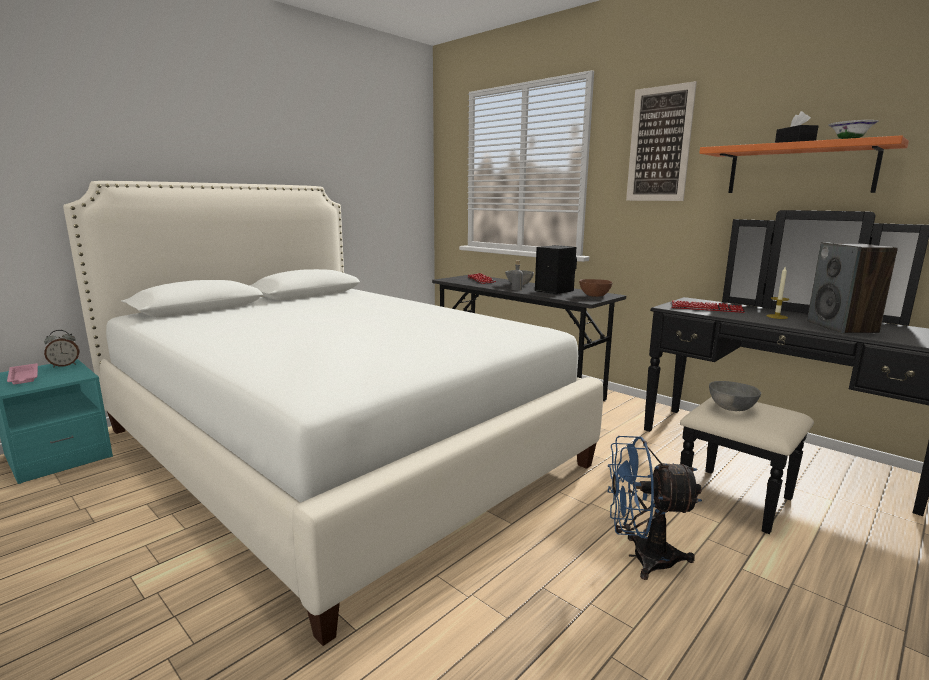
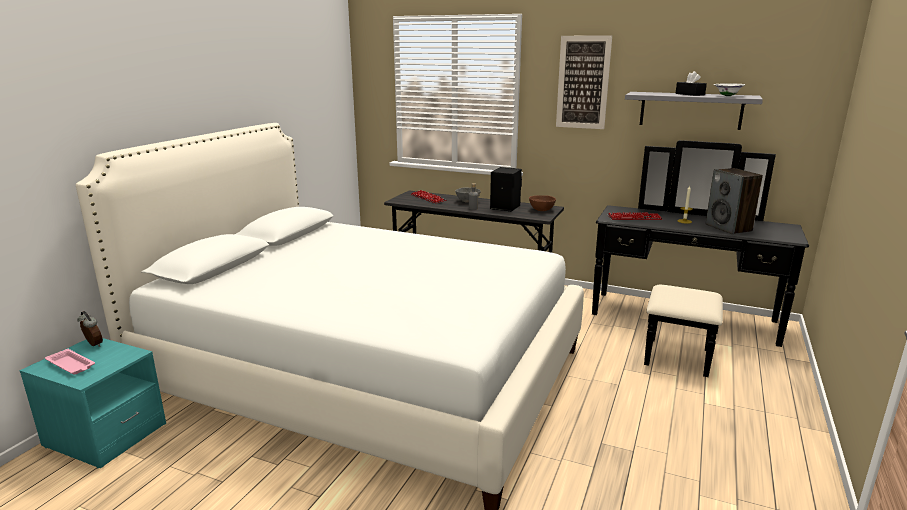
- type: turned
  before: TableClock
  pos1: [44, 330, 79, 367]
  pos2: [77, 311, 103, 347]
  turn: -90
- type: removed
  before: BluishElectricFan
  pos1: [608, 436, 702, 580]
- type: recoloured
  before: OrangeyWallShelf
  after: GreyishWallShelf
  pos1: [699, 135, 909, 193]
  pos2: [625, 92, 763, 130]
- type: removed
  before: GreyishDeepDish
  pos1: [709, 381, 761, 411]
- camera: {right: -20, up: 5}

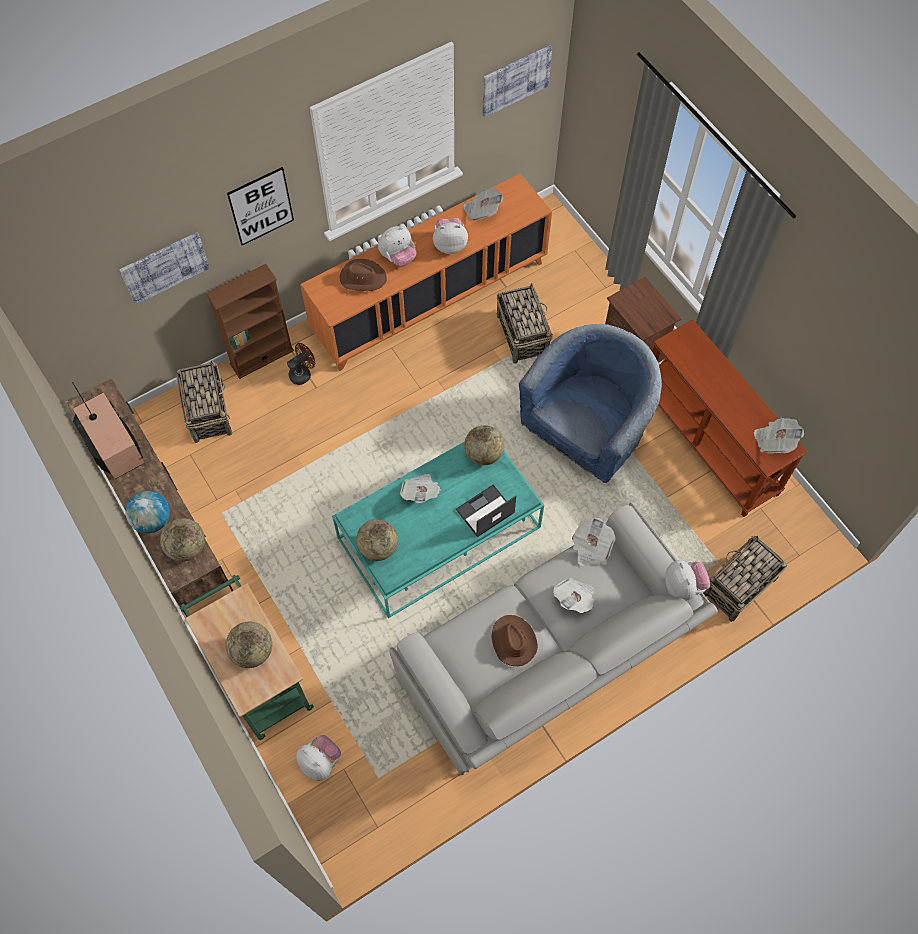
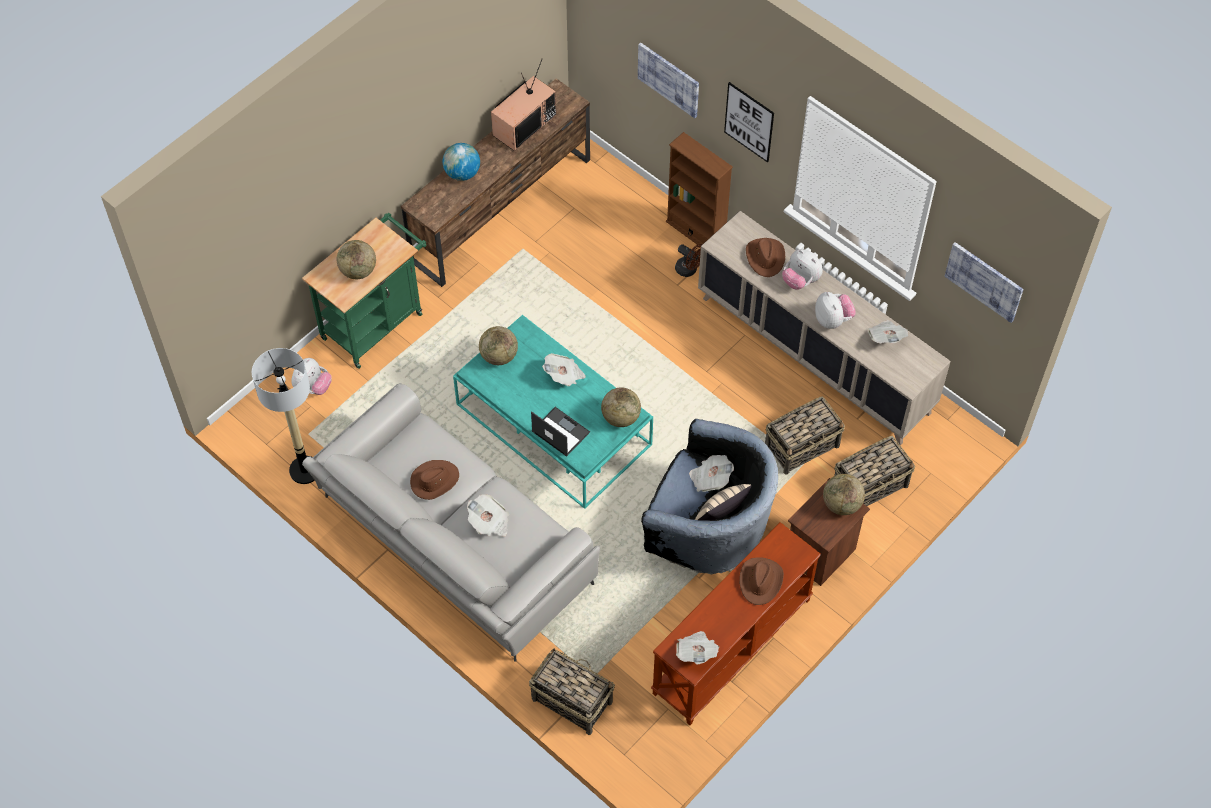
- type: moved
  before: DeskGlobe
  pos1: [160, 518, 205, 562]
  pos2: [823, 474, 865, 515]
- type: moved
  before: Basket
  pos1: [177, 360, 232, 443]
  pos2: [834, 436, 915, 506]
- type: recoloured
  before: OrangeyCupboard
  after: SandColouredCupboard
  pos1: [300, 174, 552, 371]
  pos2: [698, 211, 950, 446]
- type: recoloured
  before: BluishLoungeChair
  after: BlackishLoungeChair
  pos1: [519, 324, 662, 483]
  pos2: [641, 419, 778, 575]
- type: moved
  before: DailyPaper
  pos1: [572, 518, 615, 566]
  pos2: [689, 455, 734, 492]
- type: removed
  before: PlushToy
  pos1: [665, 560, 710, 601]
- type: added
  after: StandingLamp
  pos2: [252, 348, 315, 484]
- type: added
  after: SandColouredThrowPillow
  pos2: [695, 484, 751, 521]
- type: added
  after: BrownColouredHat
  pos2: [739, 557, 784, 605]
- camera: {right: 75, up: -5}

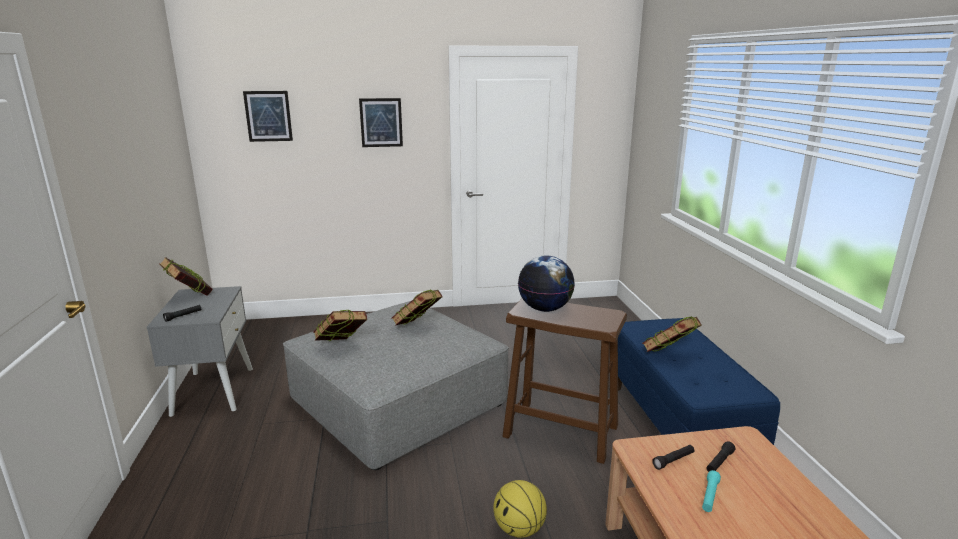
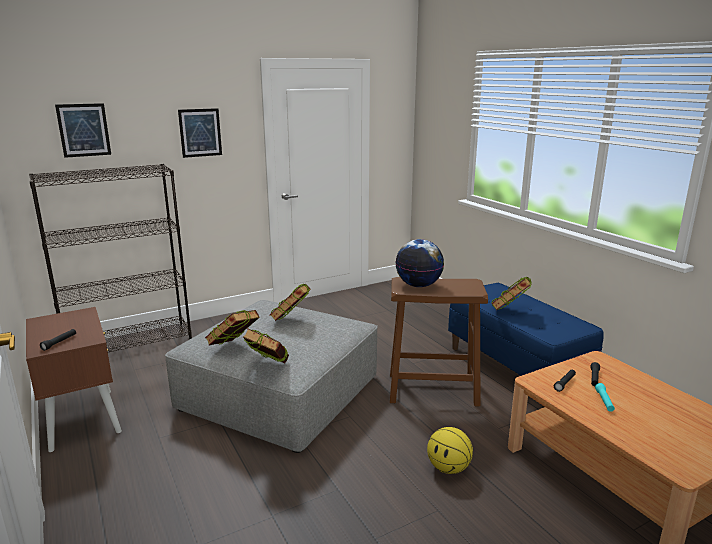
- type: recoloured
  before: GreyishBedsideTable
  after: BrownColouredBedsideTable
  pos1: [147, 286, 253, 417]
  pos2: [26, 307, 122, 452]
- type: moved
  before: Volume
  pos1: [159, 257, 213, 296]
  pos2: [243, 328, 289, 364]
- type: added
  after: BlackishBookcase
  pos2: [29, 164, 192, 352]
- camera: {right: -20, up: 0}

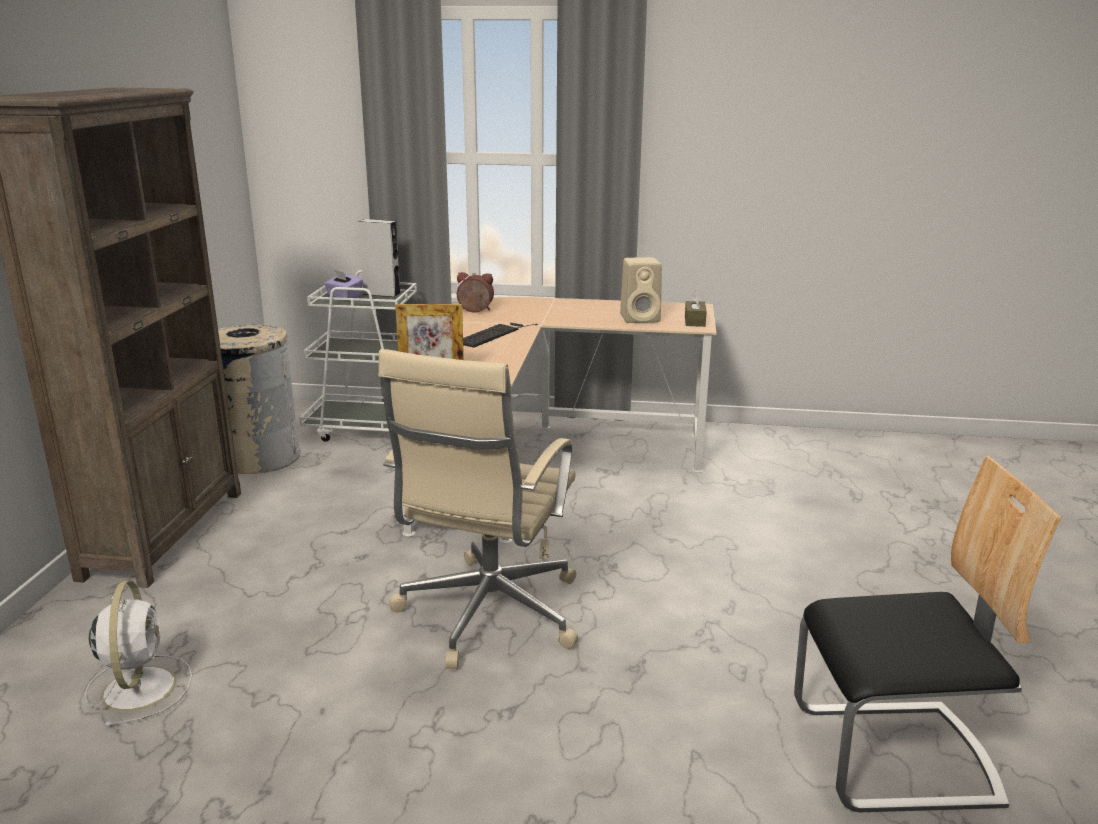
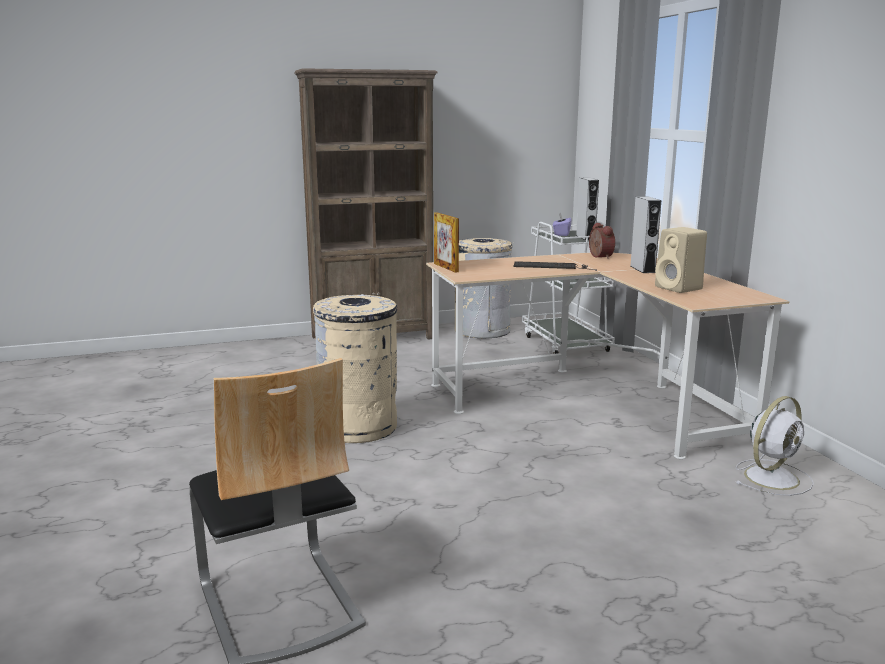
- type: moved
  before: WhiteElectricFan
  pos1: [85, 581, 192, 727]
  pos2: [735, 396, 814, 496]
- type: replaced
  before: SandColouredComputerChair
  after: SandColouredTrashCan
  pos1: [379, 349, 578, 669]
  pos2: [313, 294, 397, 443]
- type: removed
  before: BrownColouredTissueBox
  pos1: [685, 291, 707, 327]
- type: added
  after: GreyishSpeaker
  pos2: [630, 196, 661, 273]
- camera: {right: 65, up: -5}

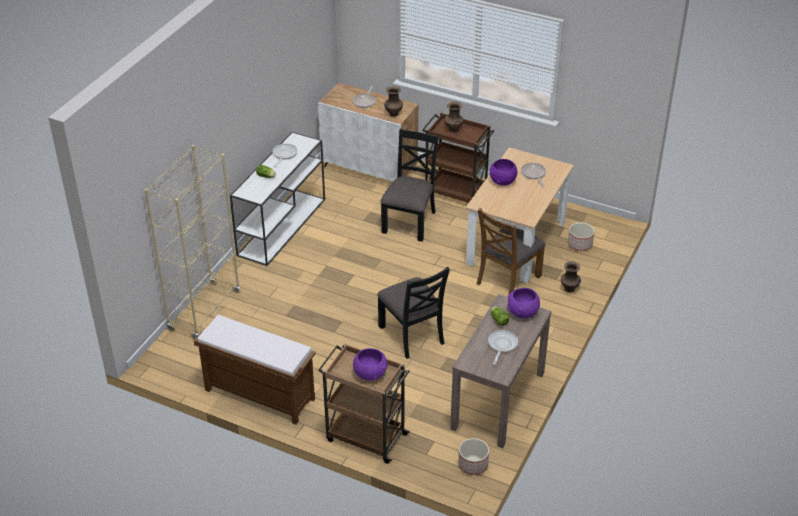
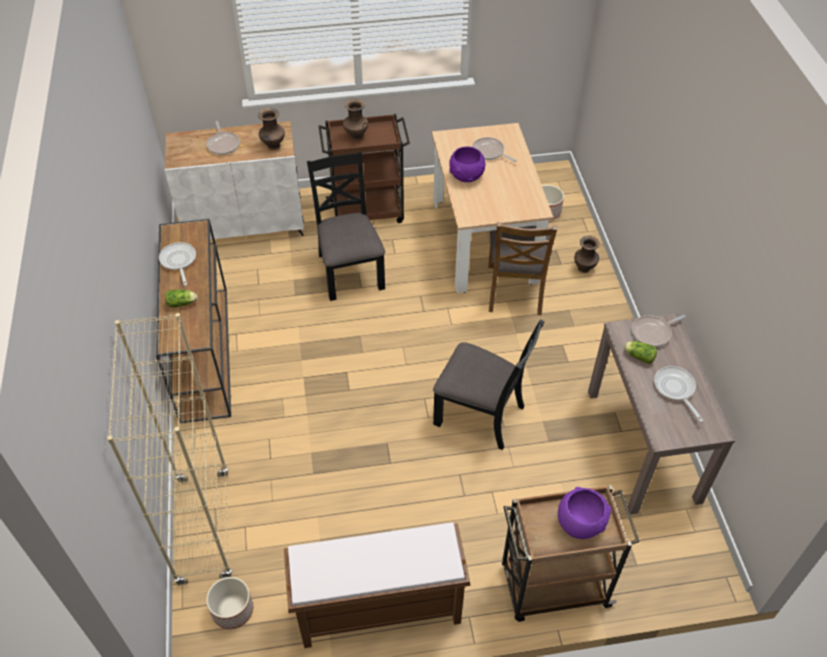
- type: recoloured
  before: WhiteHallTable
  after: BrownColouredHallTable
  pos1: [230, 132, 325, 266]
  pos2: [156, 219, 231, 424]
- type: moved
  before: PlantPot
  pos1: [458, 438, 489, 475]
  pos2: [206, 577, 253, 629]
- type: replaced
  before: PurpleDeepDish
  after: Pan
  pos1: [508, 288, 540, 318]
  pos2: [632, 315, 686, 347]
- camera: {right: -35, up: 10}

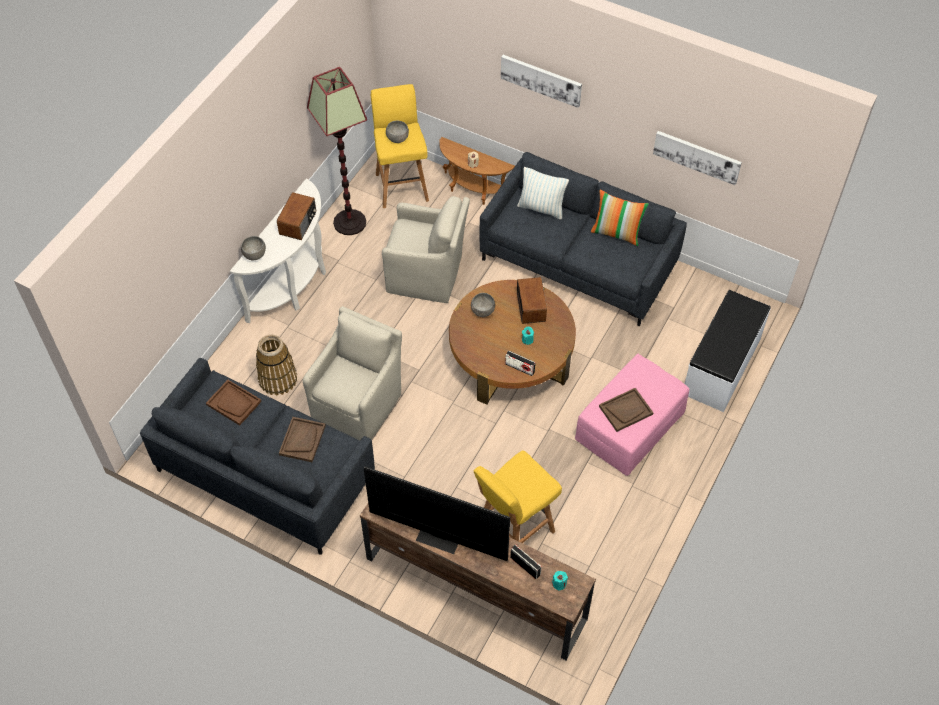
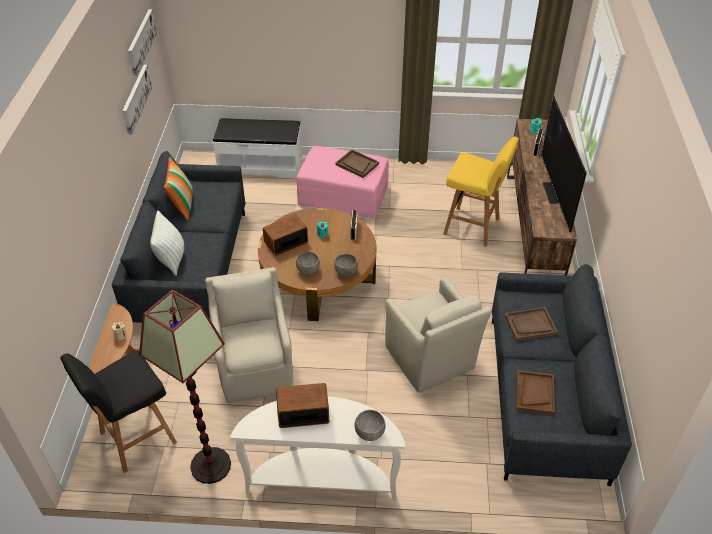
- type: removed
  before: Basket
  pos1: [256, 335, 297, 395]
- type: turned
  before: SandColouredLoungeChair
  pos1: [303, 306, 402, 441]
  pos2: [385, 277, 492, 393]
  turn: -120
- type: recoloured
  before: YellowishStool
  after: BlackishStool
  pos1: [371, 84, 429, 208]
  pos2: [60, 350, 177, 473]
- type: moved
  before: GreyishDeepDish
  pos1: [386, 121, 409, 143]
  pos2: [334, 254, 358, 276]
- type: moved
  before: Picture
  pos1: [501, 55, 582, 108]
  pos2: [128, 9, 157, 76]
- camera: {right: -115, up: -10}

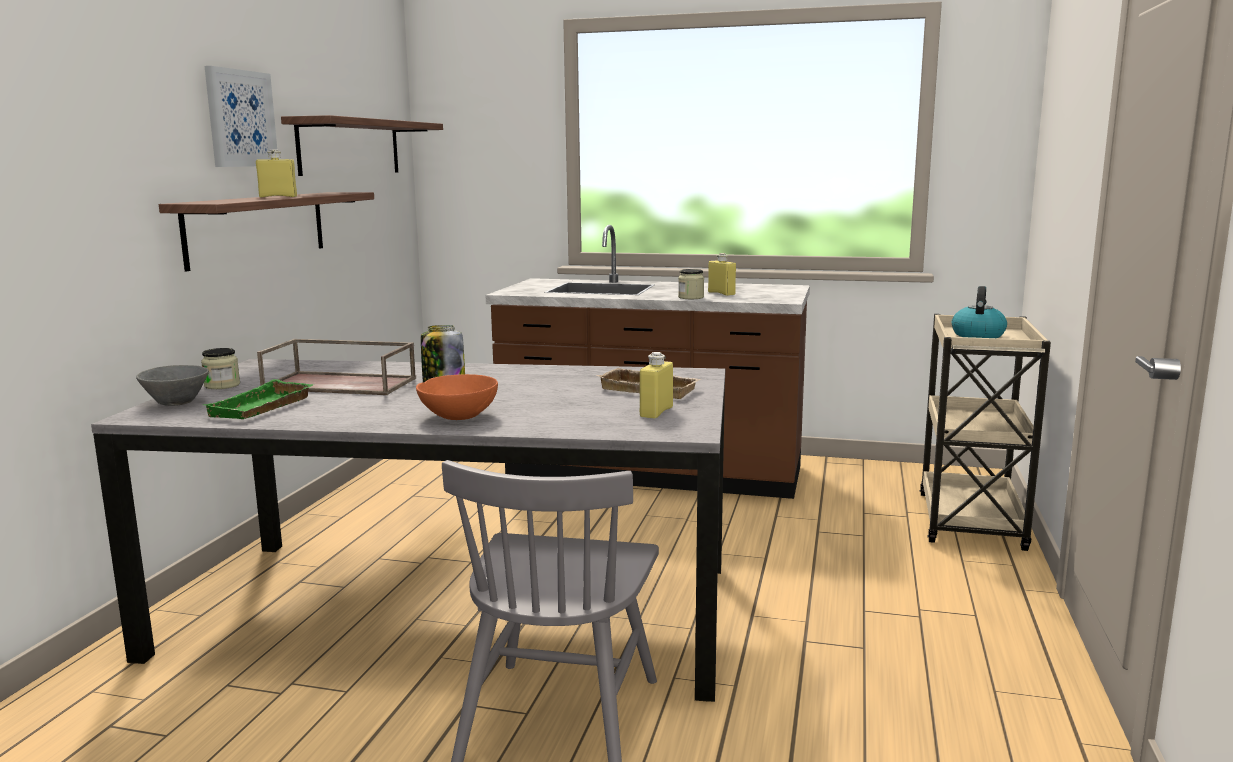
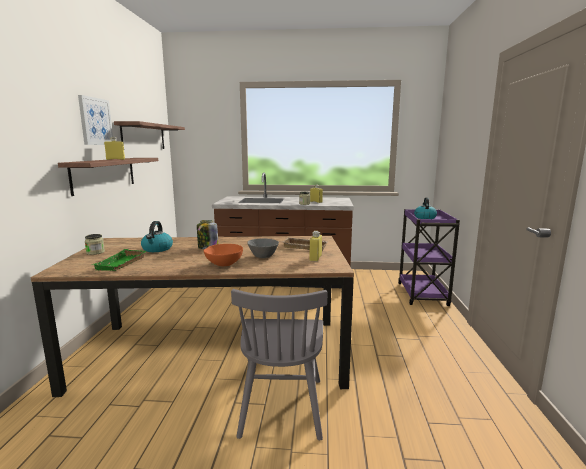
- type: recoloured
  before: GreyishDinnerTable
  after: BrownColouredDinnerTable
  pos1: [91, 359, 725, 702]
  pos2: [30, 236, 354, 397]
- type: moved
  before: GreyishDeepDish
  pos1: [136, 365, 209, 406]
  pos2: [247, 238, 279, 258]
- type: replaced
  before: BrownColouredTray
  after: TeaKettle
  pos1: [257, 339, 416, 395]
  pos2: [141, 221, 173, 252]
- type: recoloured
  before: SandColouredCart
  after: PurpleCart
  pos1: [920, 314, 1051, 551]
  pos2: [398, 209, 460, 306]
- camera: {right: -10, up: 0}

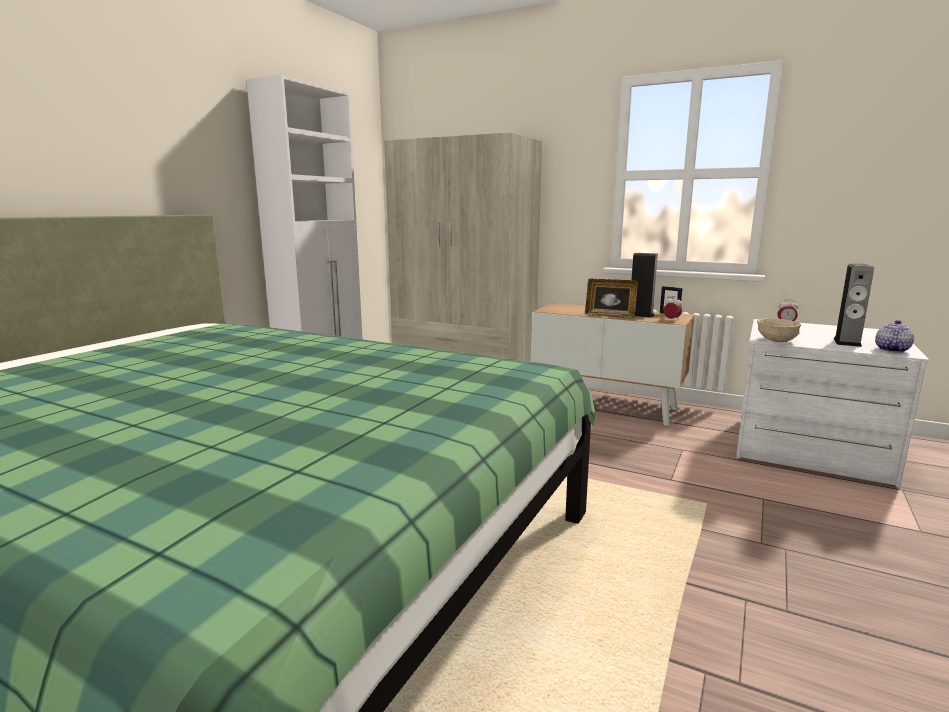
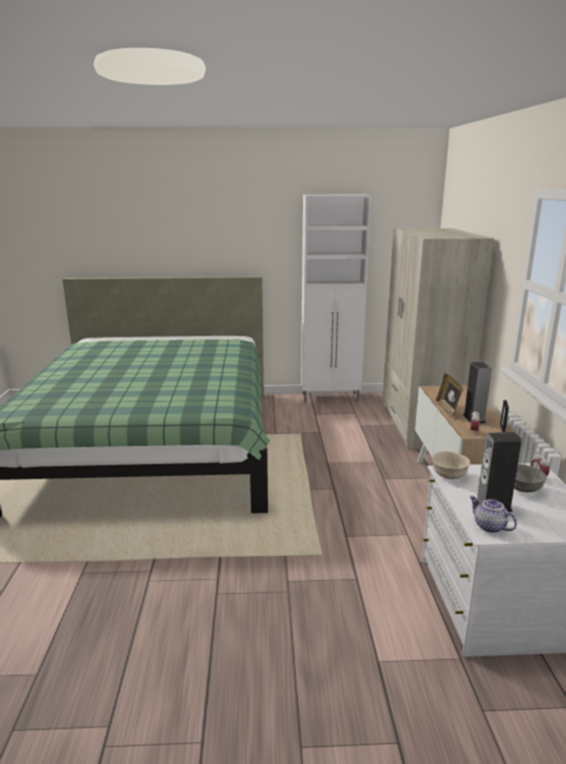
- type: turned
  before: PotForTea
  pos1: [875, 320, 914, 353]
  pos2: [469, 496, 517, 533]
  turn: -135
- type: added
  after: GreyishDeepDish
  pos2: [514, 464, 547, 492]
- camera: {right: 60, up: 5}

